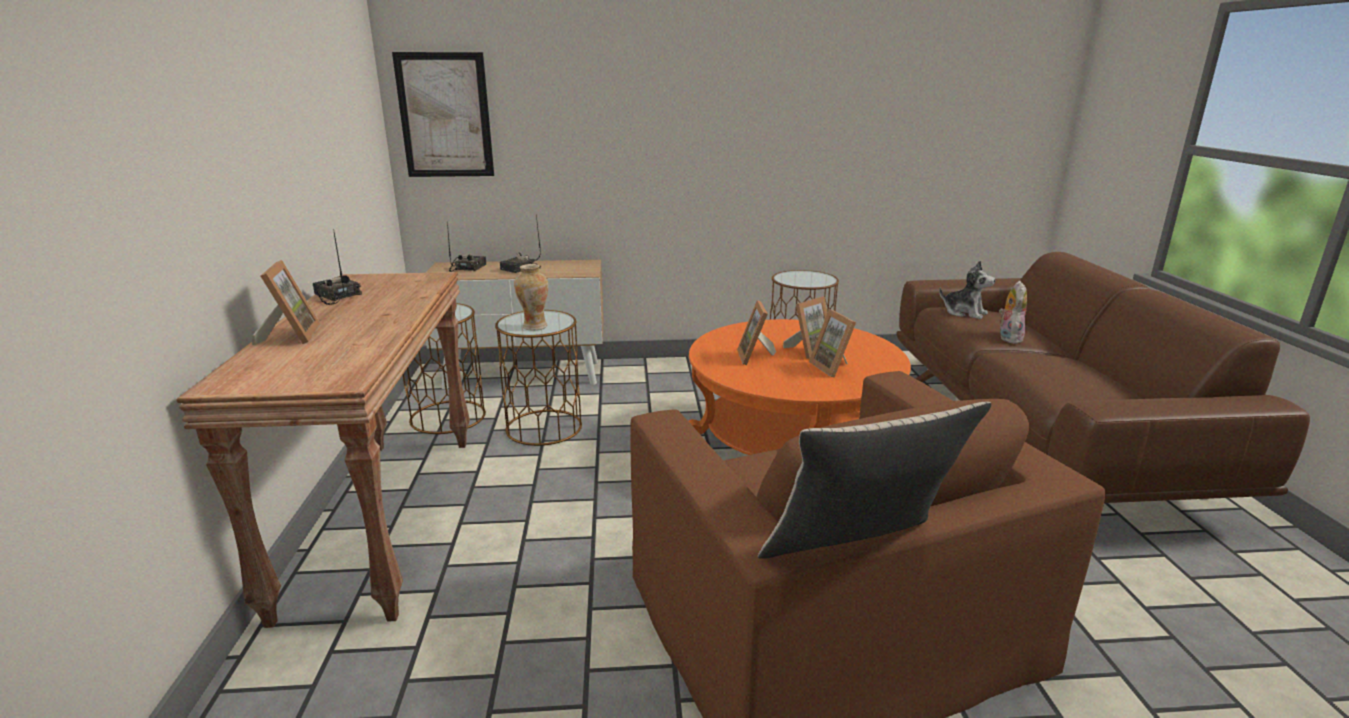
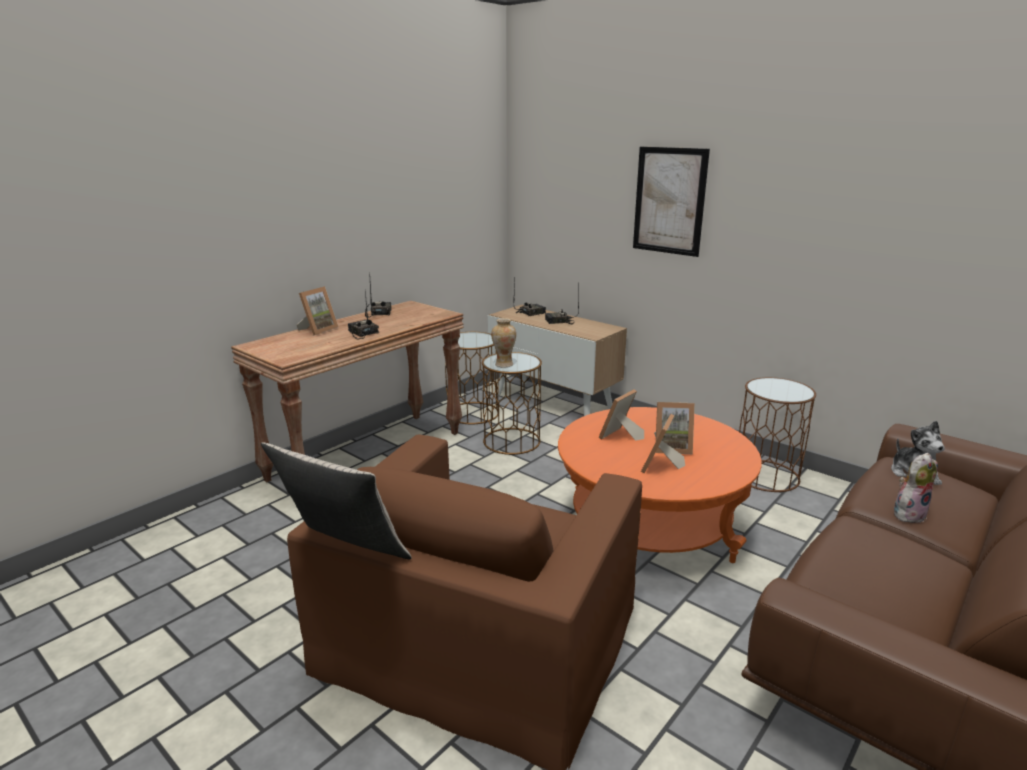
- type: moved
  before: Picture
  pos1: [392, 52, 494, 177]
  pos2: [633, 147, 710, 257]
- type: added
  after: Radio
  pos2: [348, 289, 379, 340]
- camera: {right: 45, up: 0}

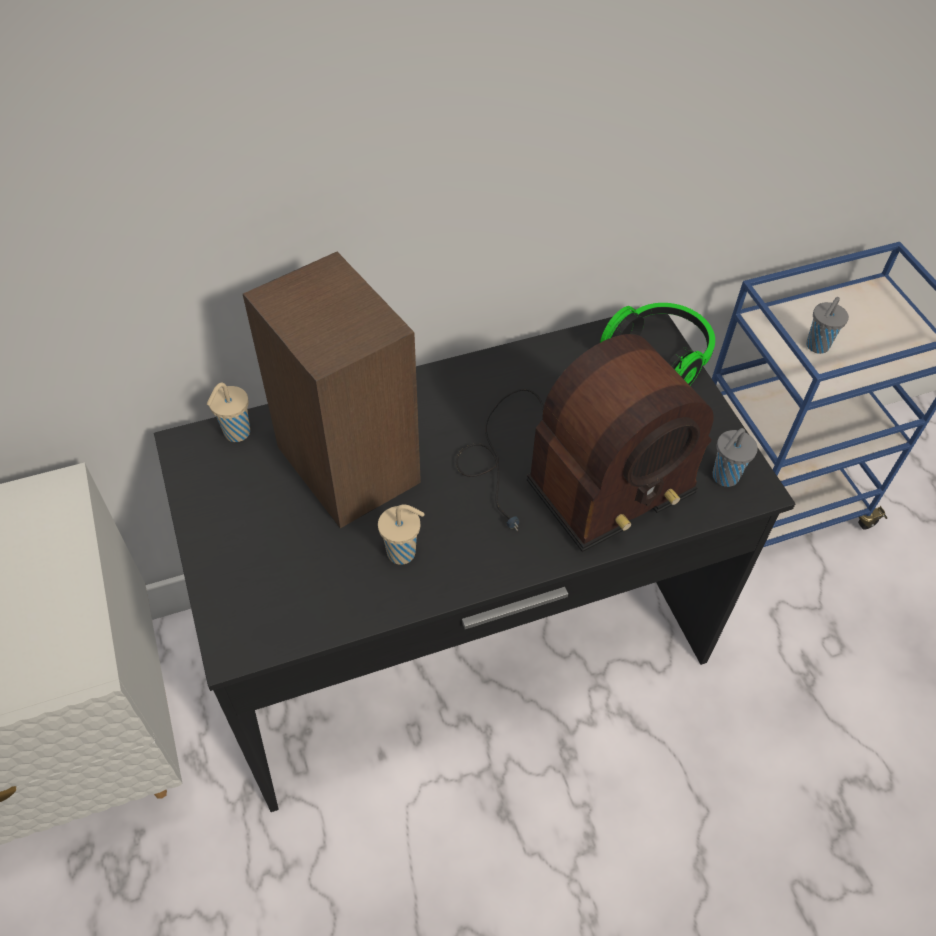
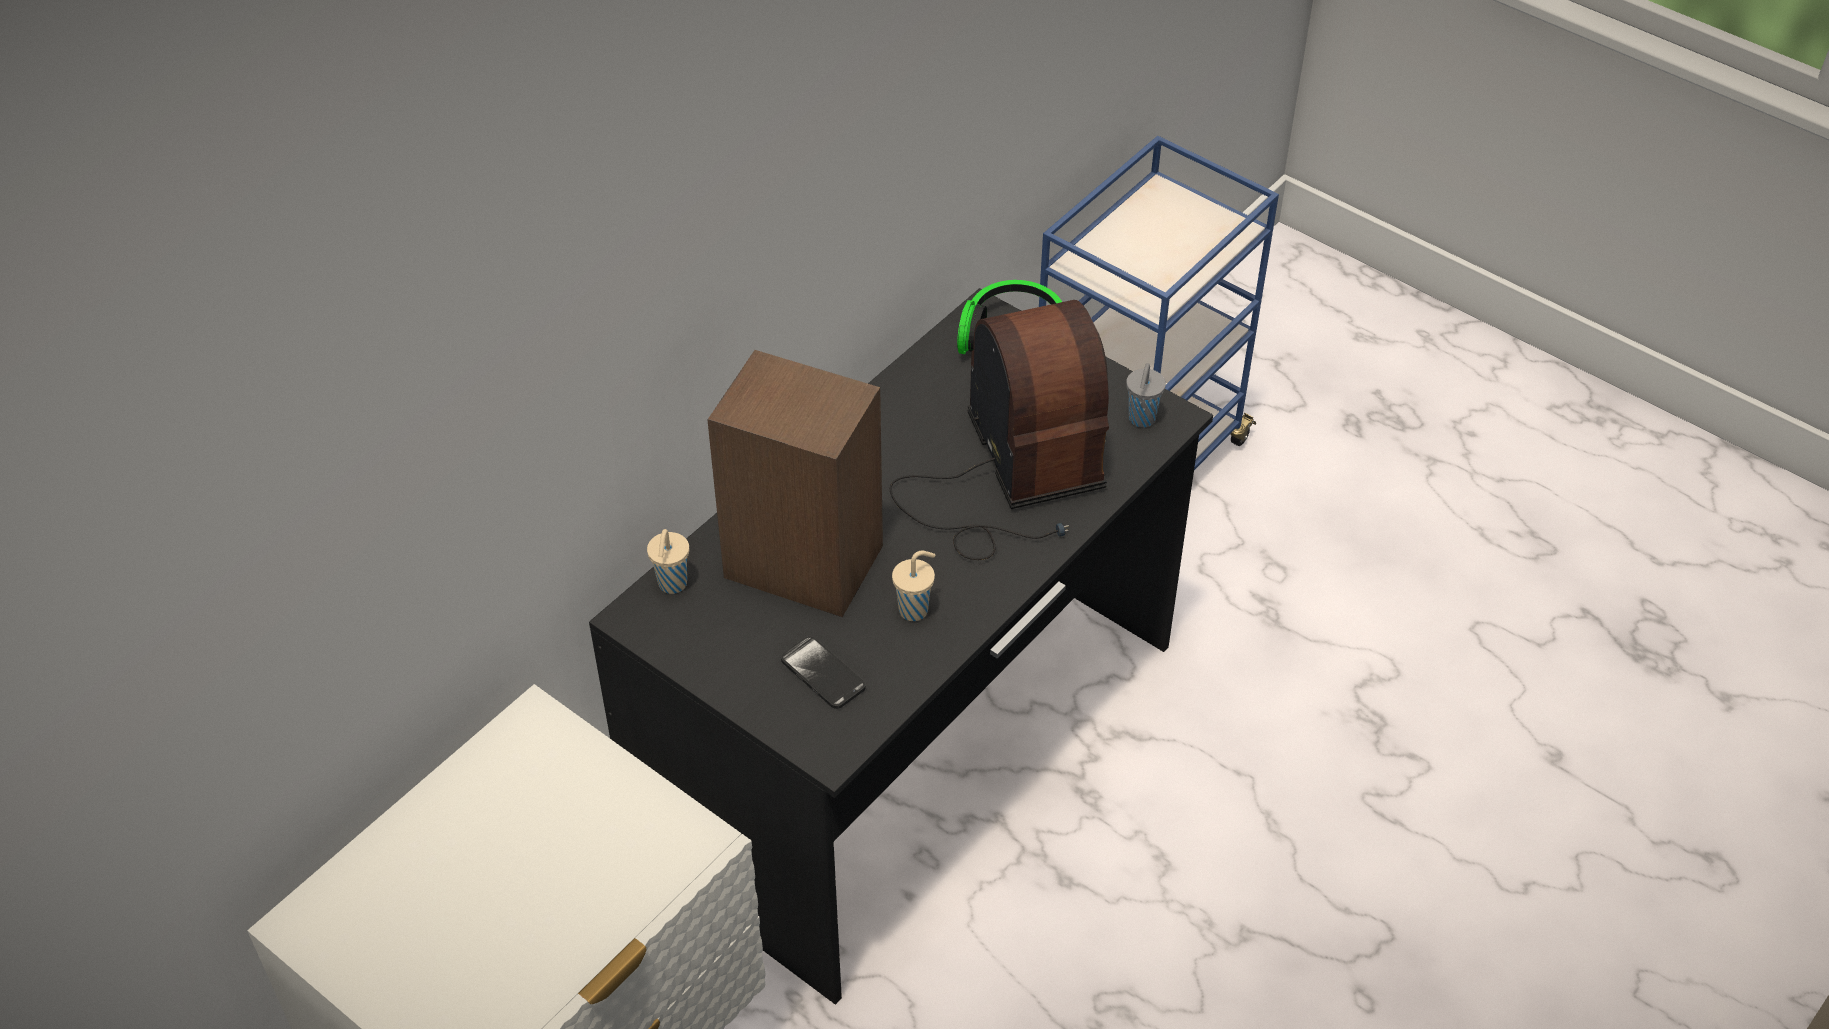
- type: turned
  before: Radio
  pos1: [456, 334, 714, 552]
  pos2: [890, 300, 1109, 560]
  turn: -45
- type: removed
  before: GreyishDrinkingCup
  pos1: [806, 297, 849, 354]
- type: added
  after: Telephone
  pos2: [781, 636, 866, 709]
- camera: {right: -30, up: -5}

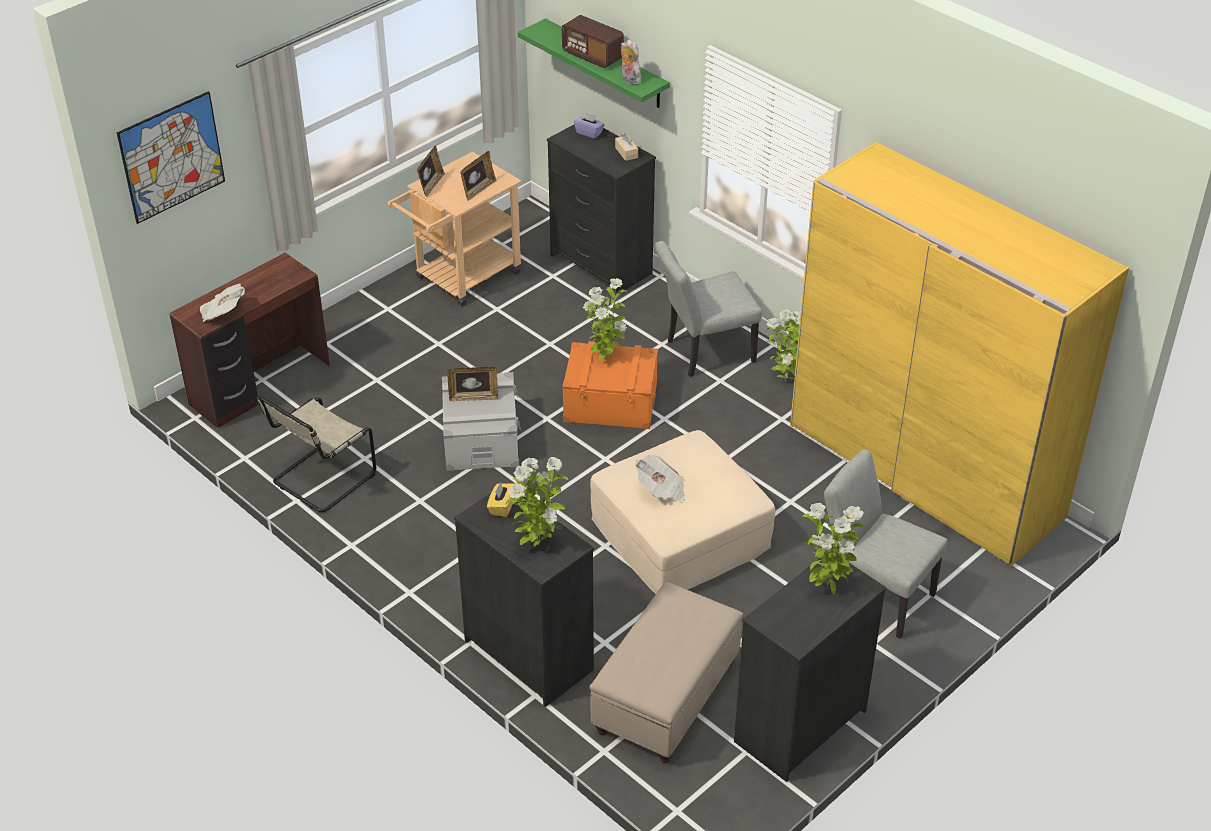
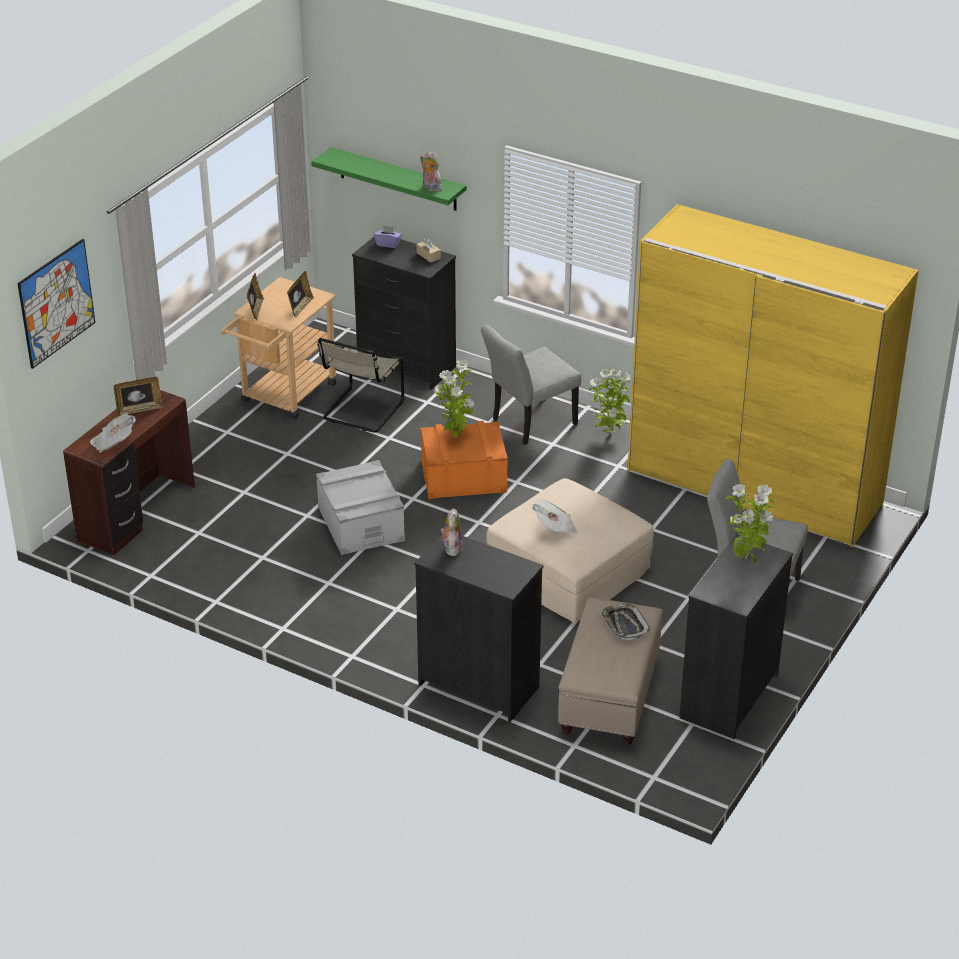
- type: moved
  before: SandColouredUprightChair
  pos1: [258, 395, 376, 512]
  pos2: [317, 338, 404, 432]
- type: moved
  before: PhotoFrame
  pos1: [447, 367, 498, 401]
  pos2: [114, 377, 163, 416]
- type: replaced
  before: YellowishTissueBox
  after: PlushToy
  pos1: [487, 482, 516, 517]
  pos2: [441, 508, 463, 556]
- type: removed
  before: Houseplant
  pos1: [505, 457, 568, 546]
- type: removed
  before: Radio
  pos1: [562, 15, 624, 68]
- type: added
  after: Tray
  pos2: [600, 604, 651, 640]
- camera: {right: -15, up: -5}

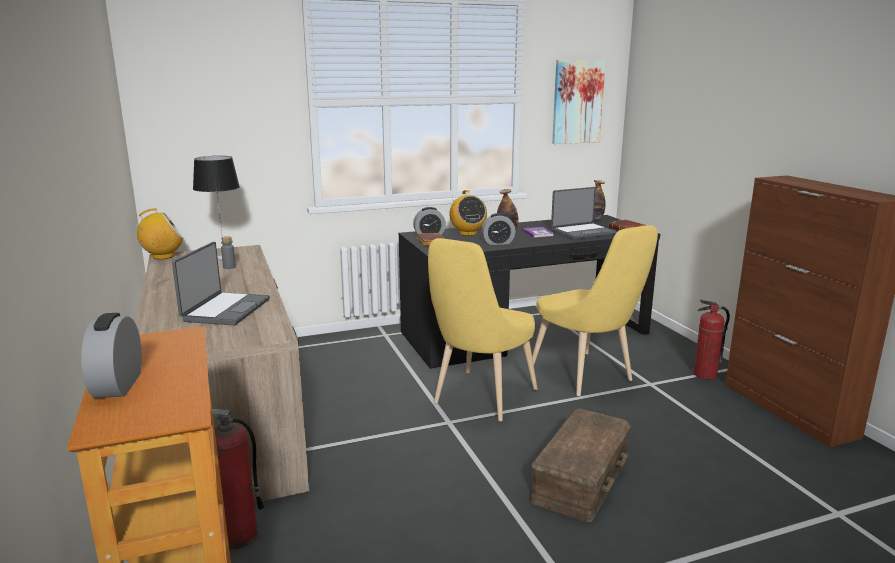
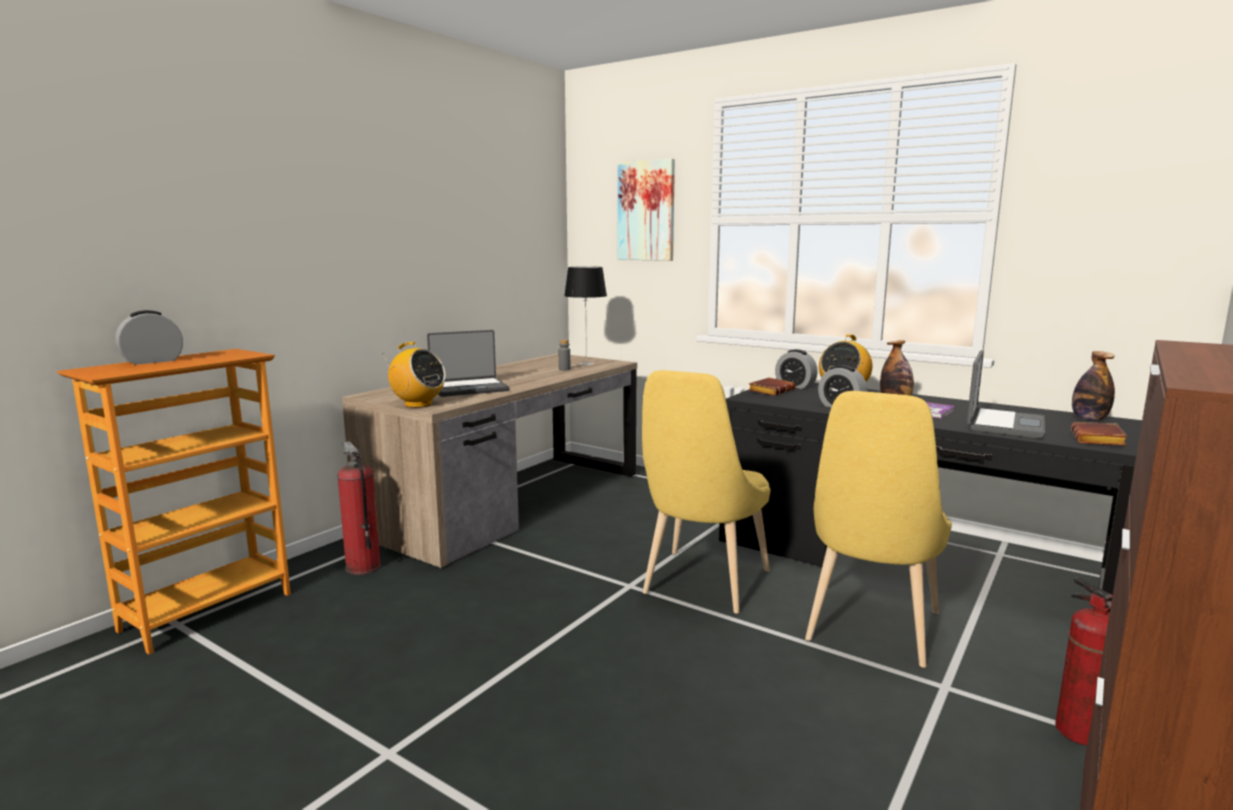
- type: moved
  before: Radio
  pos1: [134, 208, 184, 259]
  pos2: [385, 342, 446, 408]
- type: turned
  before: YellowishUprightChair
  pos1: [428, 238, 538, 421]
  pos2: [642, 370, 771, 614]
  turn: -60
- type: removed
  before: BrownColouredStorageBin
  pos1: [530, 409, 631, 522]
- type: turned
  before: PortableComputer
  pos1: [551, 187, 616, 240]
  pos2: [967, 350, 1045, 439]
  turn: -90
- type: moved
  before: Picture
  pos1: [552, 60, 606, 144]
  pos2: [618, 158, 675, 261]
- camera: {right: 55, up: -5}

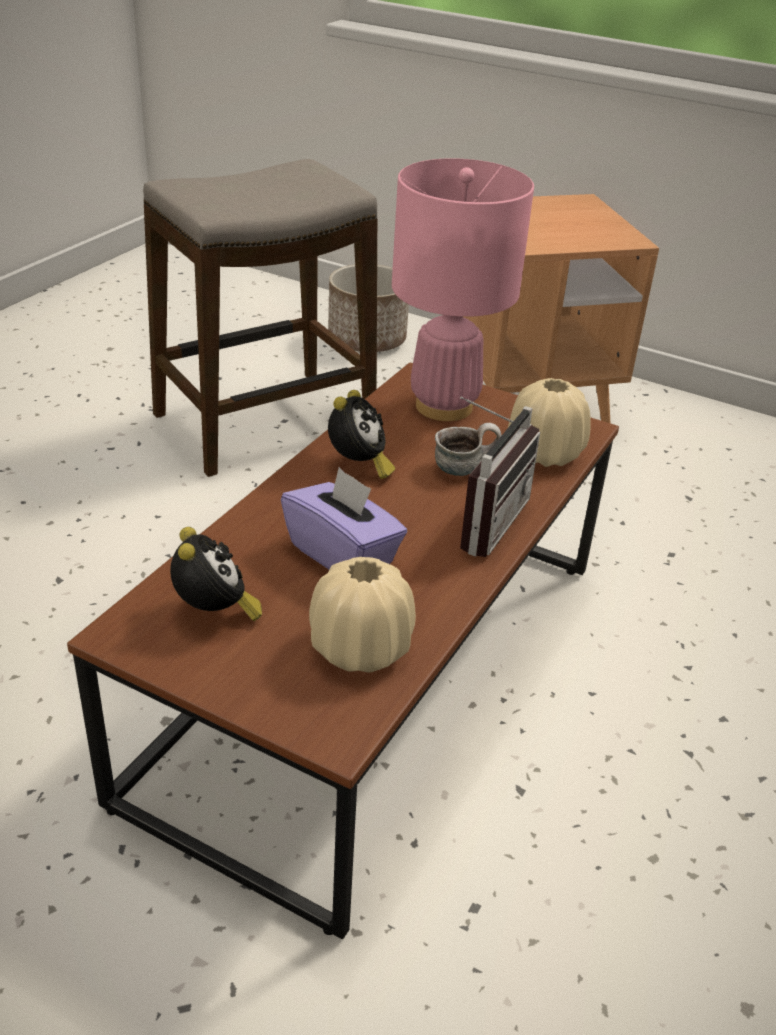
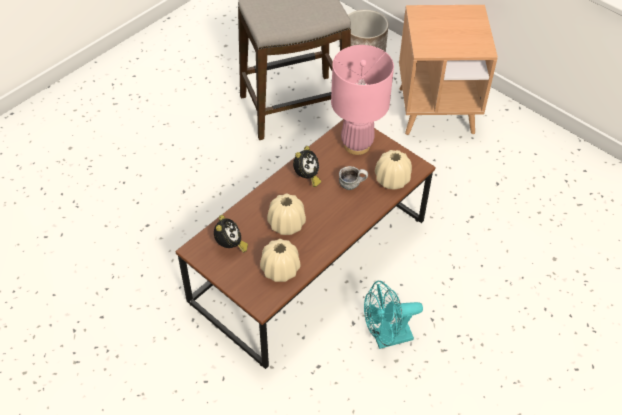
- type: replaced
  before: PurpleTissueBox
  after: SandColouredVase
  pos1: [281, 467, 407, 569]
  pos2: [267, 194, 306, 235]
- type: removed
  before: Radio
  pos1: [460, 397, 540, 557]
- type: added
  after: TurquoiseColouredElectricFan
  pos2: [364, 281, 423, 349]
- camera: {right: 15, up: 15}

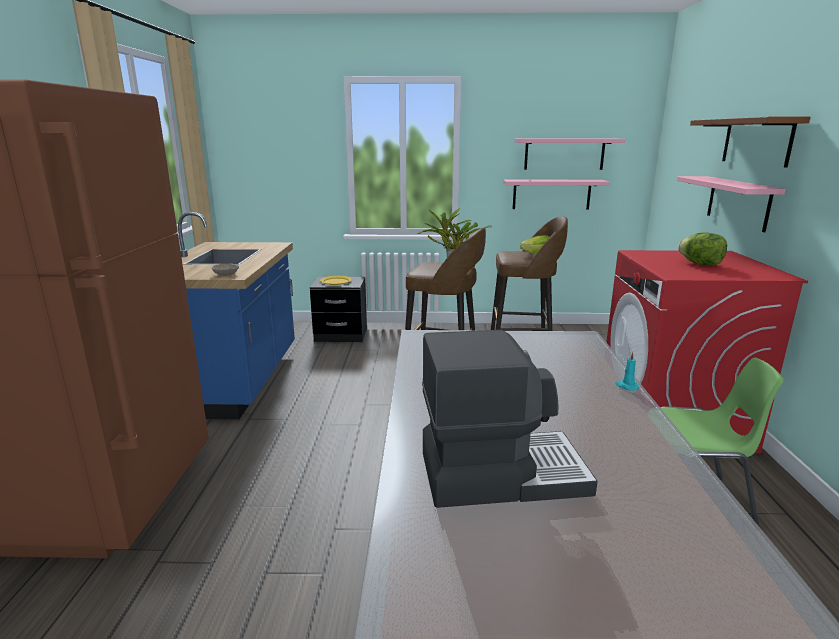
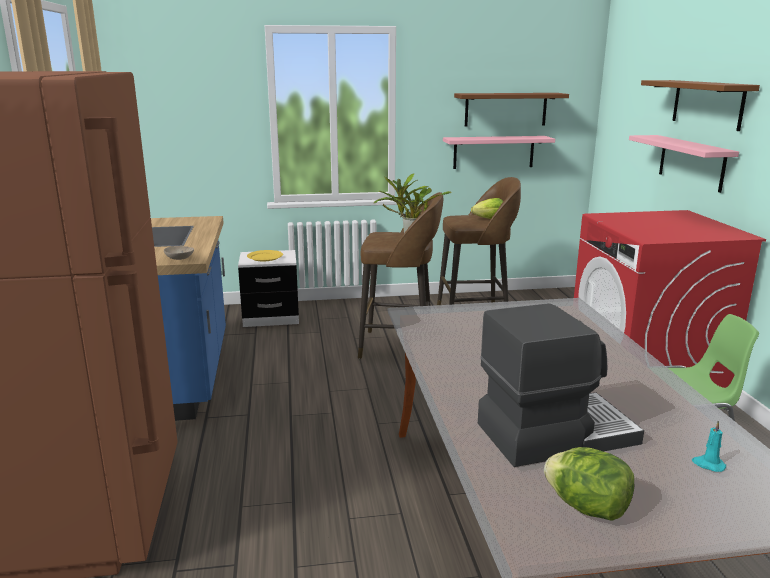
- type: recoloured
  before: BlackishBedsideTable
  after: WhiteBedsideTable
  pos1: [310, 277, 367, 342]
  pos2: [238, 250, 299, 327]
- type: recoloured
  before: PinkWallShelf
  after: BrownColouredWallShelf
  pos1: [515, 139, 625, 170]
  pos2: [454, 93, 569, 126]
- type: moved
  before: TurquoiseColouredCandle
  pos1: [615, 352, 640, 391]
  pos2: [692, 421, 726, 472]
- type: moved
  before: HeadOfLettuce
  pos1: [678, 233, 727, 265]
  pos2: [544, 447, 634, 521]
- camera: {right: -10, up: 0}

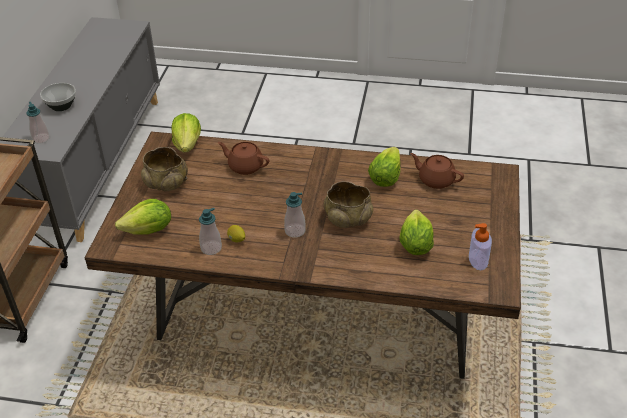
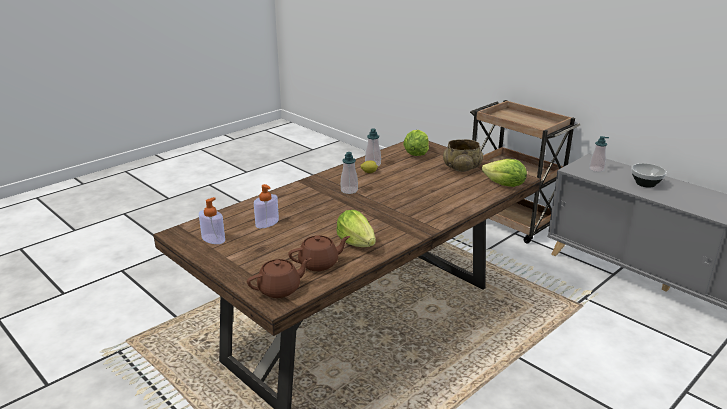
- type: moved
  before: BrownColouredPotForTea
  pos1: [218, 142, 270, 175]
  pos2: [247, 258, 311, 298]
- type: removed
  before: SandColouredDeepDish
  pos1: [324, 181, 373, 228]
- type: replaced
  before: HeadOfLettuce
  after: SoapBottle
  pos1: [399, 209, 434, 255]
  pos2: [254, 184, 279, 228]
- camera: {right: 125, up: -15}

